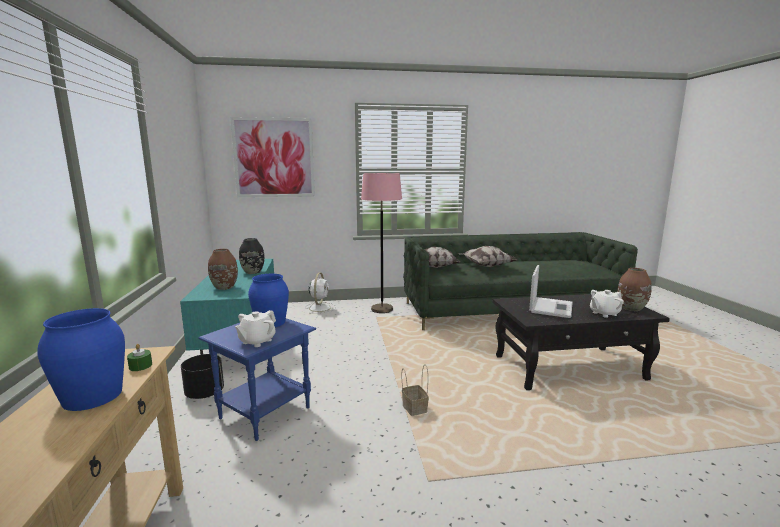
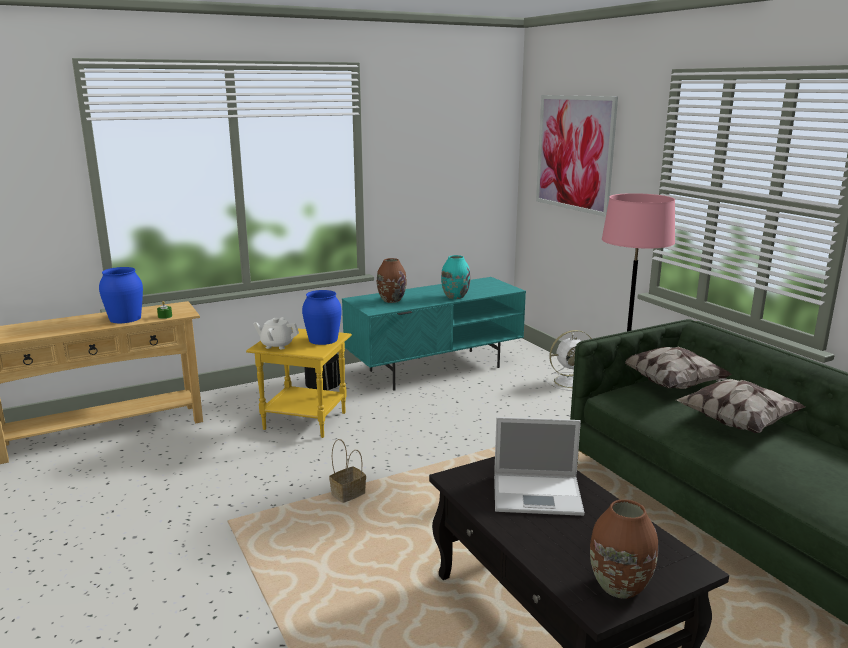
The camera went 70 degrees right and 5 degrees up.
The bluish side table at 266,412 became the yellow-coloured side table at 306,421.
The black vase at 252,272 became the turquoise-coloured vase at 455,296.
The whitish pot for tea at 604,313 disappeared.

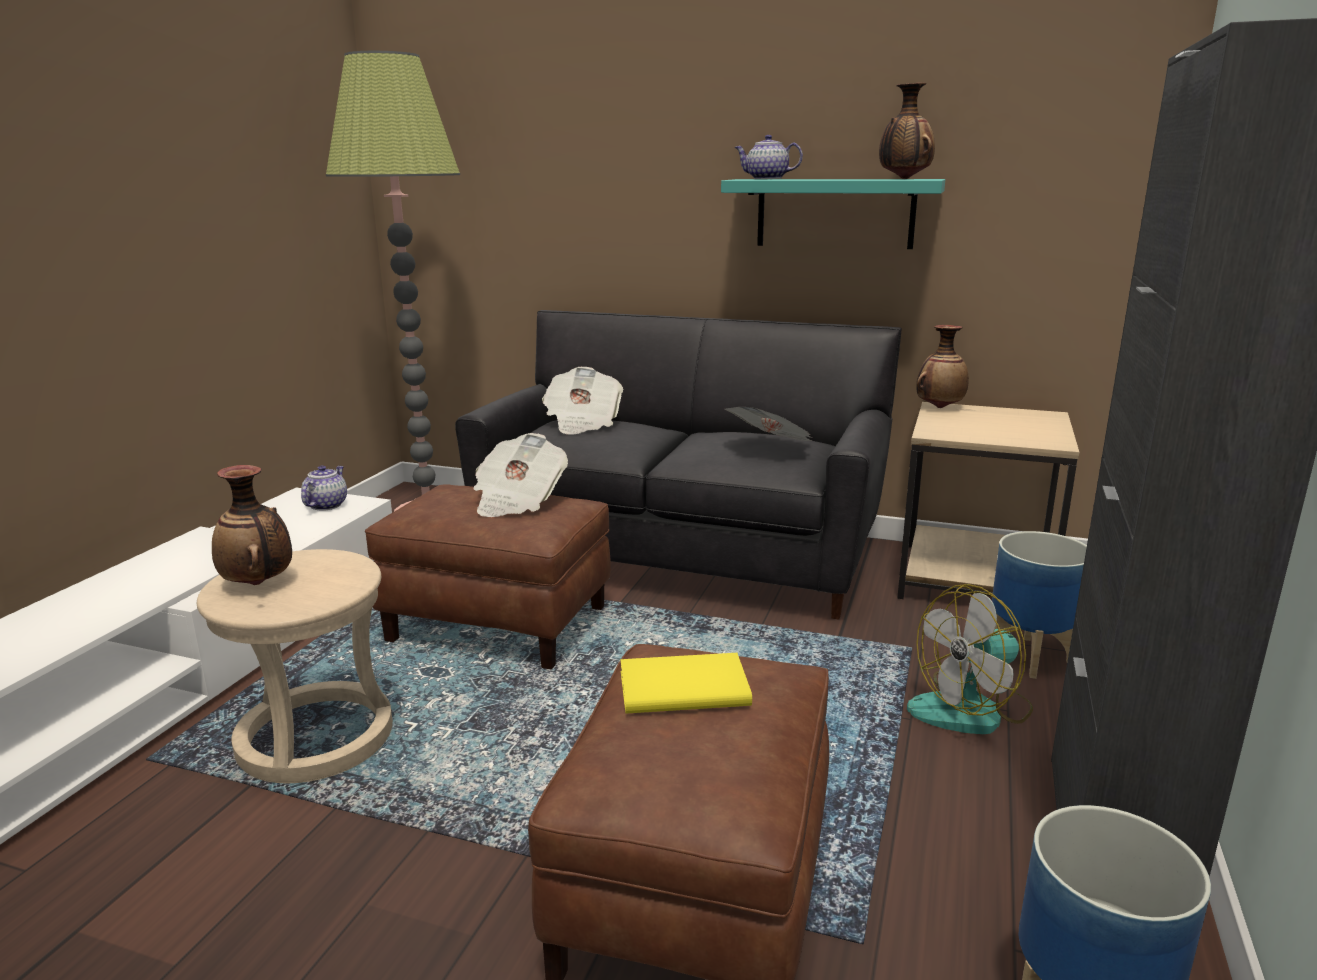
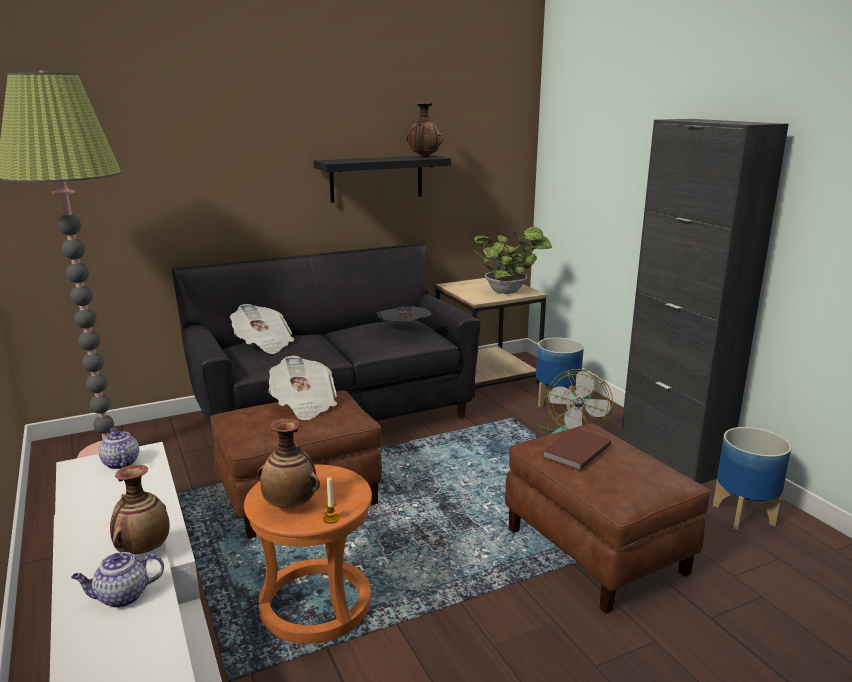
The camera went 45 degrees left and 0 degrees up.
The pot for tea moved from 766,179 to 122,596.
The vase moved from 939,407 to 143,550.
The sand-coloured stool seat at 315,737 became the orange stool seat at 315,605.
The turquoise-coloured wall shelf at 835,213 became the black wall shelf at 376,178.
The wax candle at 331,519 appeared.
The houseplant at 508,291 appeared.
The yellow-coloured volume at 681,687 became the brown volume at 574,451.

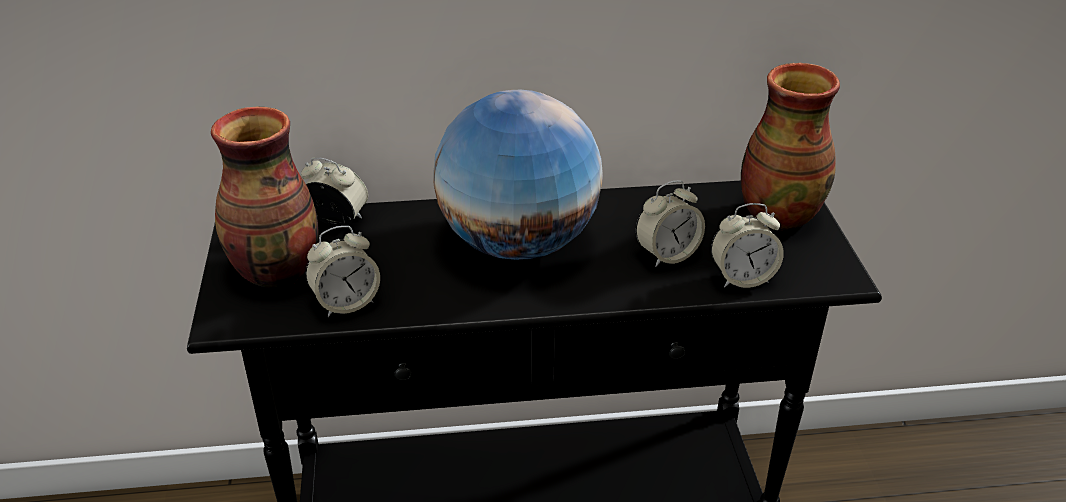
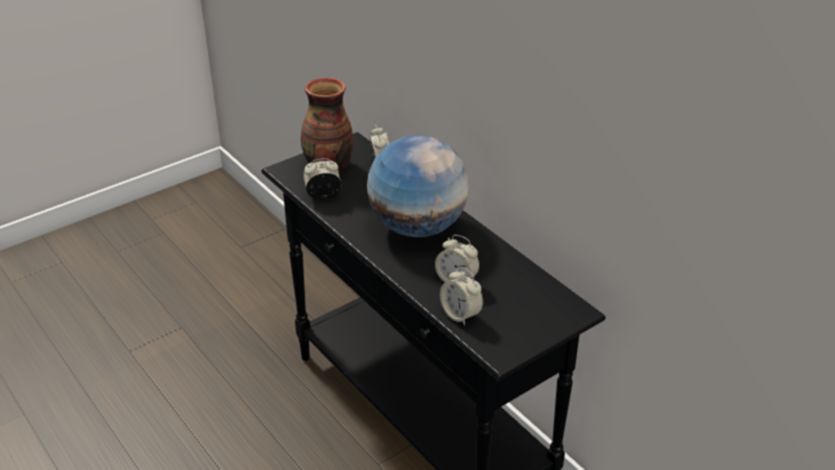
The camera went 60 degrees right and 0 degrees up.
The table clock at 346,303 turned 135 degrees clockwise.
The vase at 777,215 disappeared.

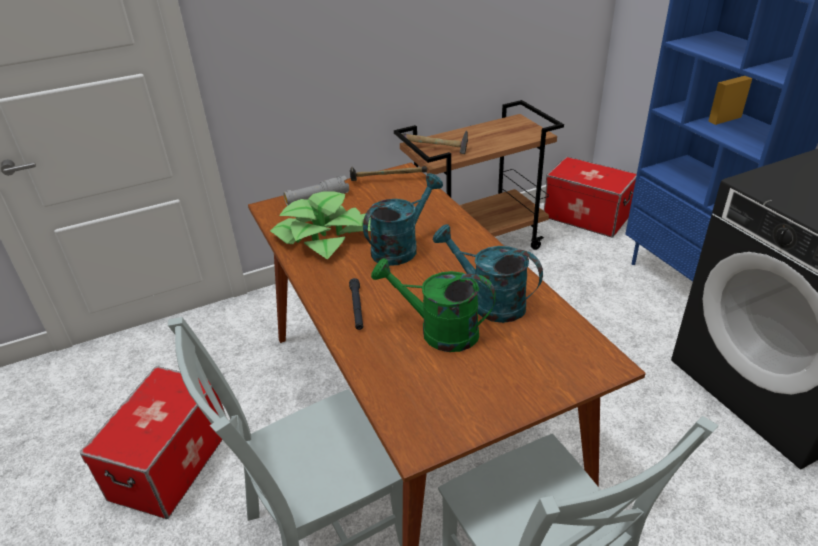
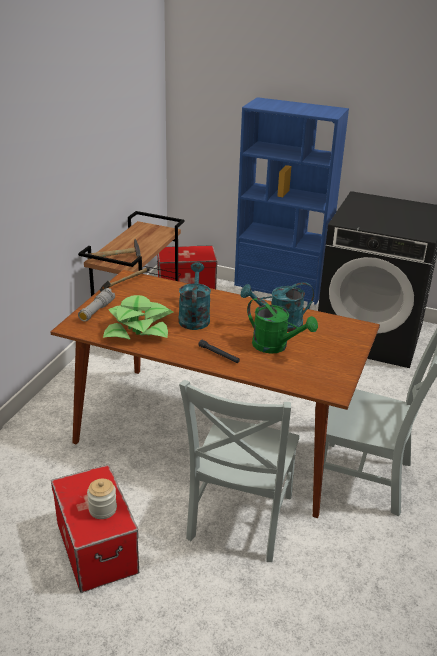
The camera went 45 degrees left and 5 degrees down.
The preserve jar at 103,509 appeared.
The green-coloured watering can at 439,331 turned 120 degrees counterclockwise.

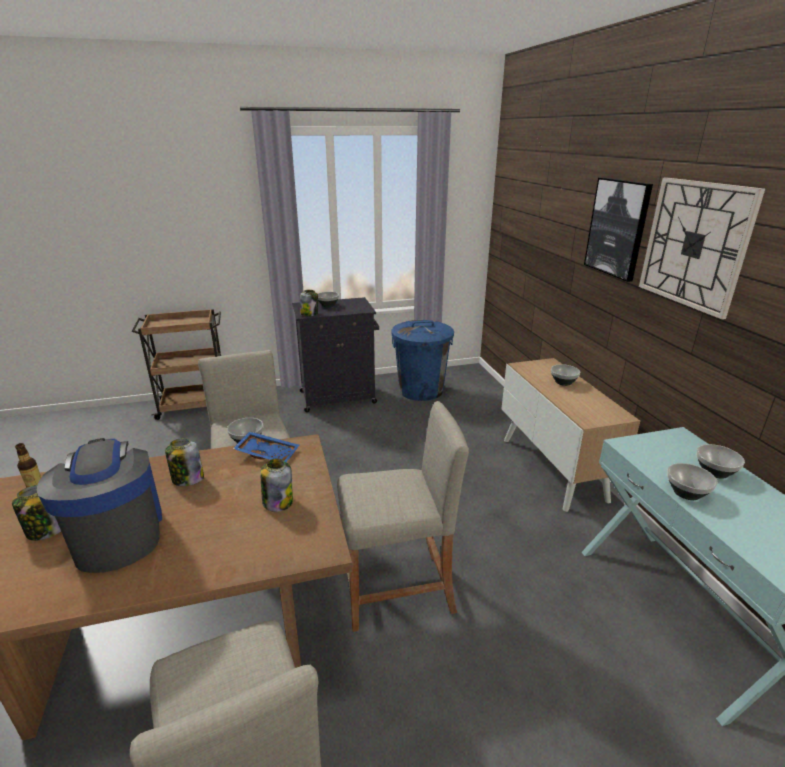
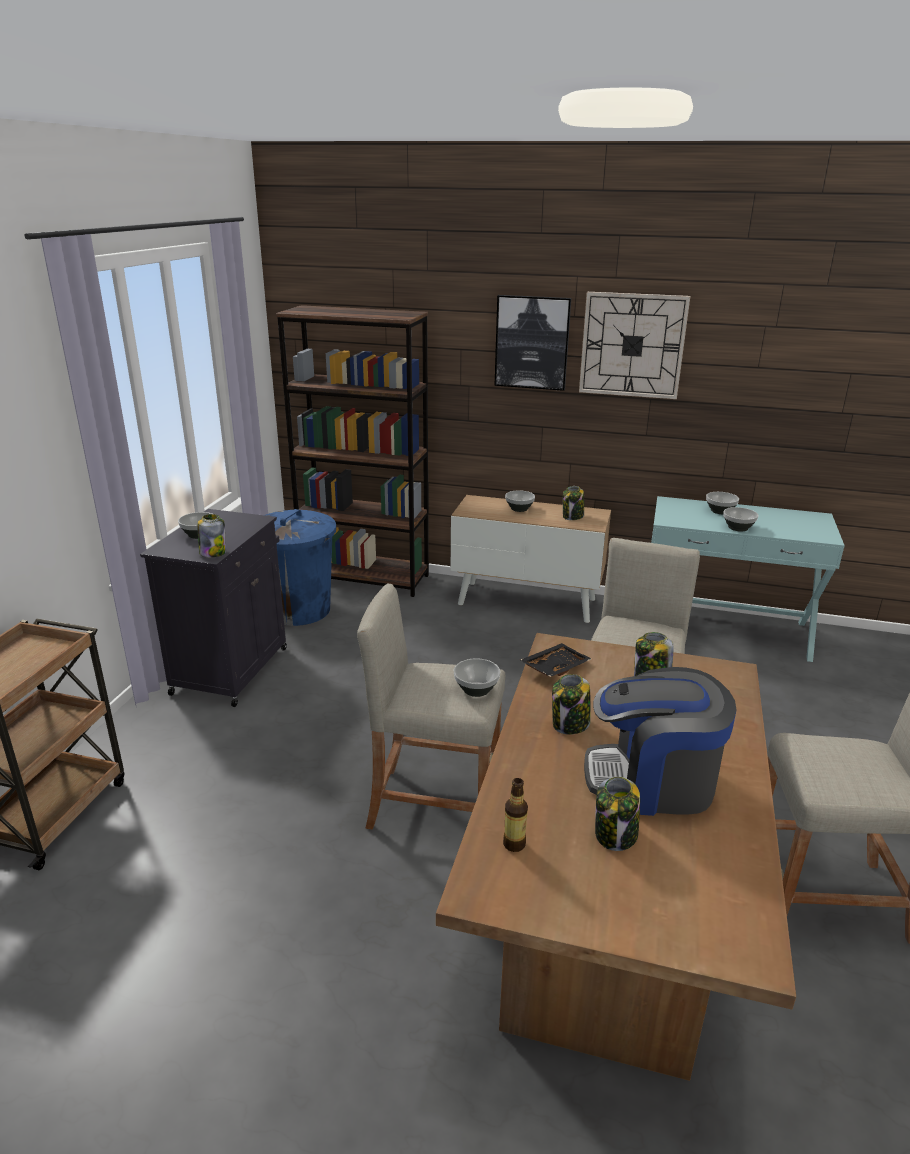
The camera went 60 degrees left and 0 degrees up.
The brown bookcase at 365,578 appeared.
The bluish serving tray at 268,453 became the black serving tray at 554,667.
The preserve jar at 572,517 appeared.

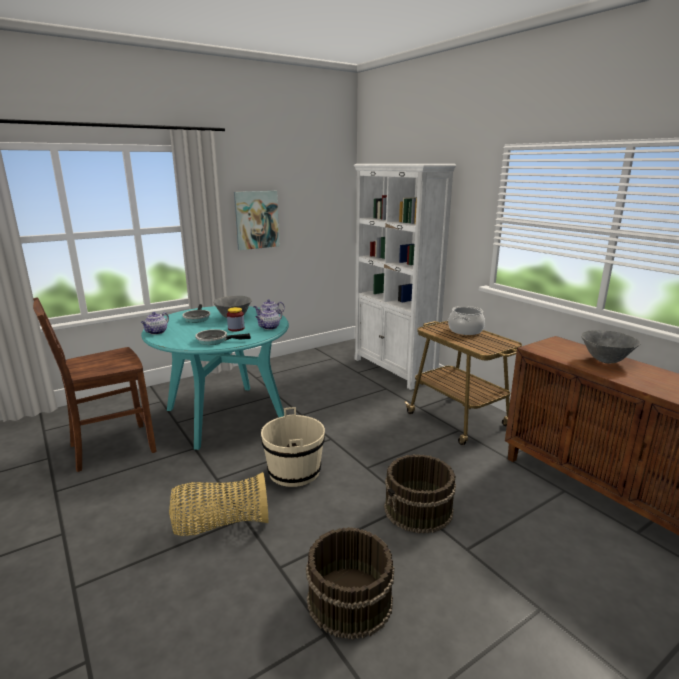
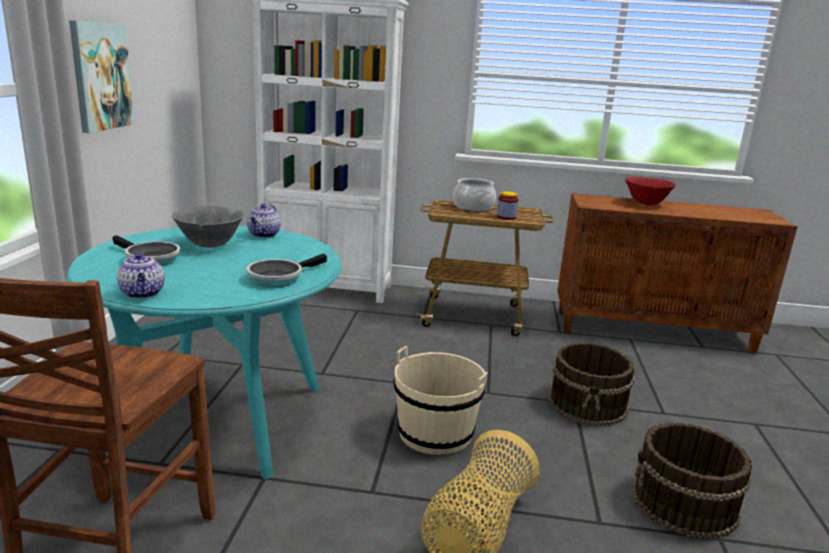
The camera went 50 degrees left and 0 degrees up.
The preserve jar moved from 236,329 to 506,217.
The greyish bowl at 605,361 became the red bowl at 646,204.
The pot for tea at 269,327 disappeared.

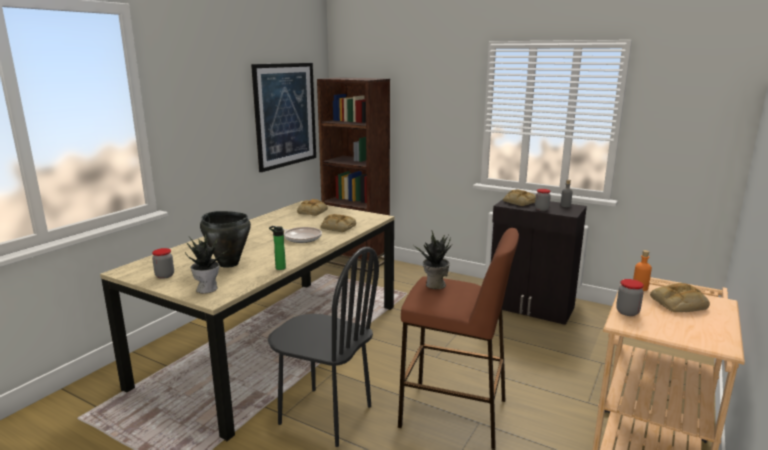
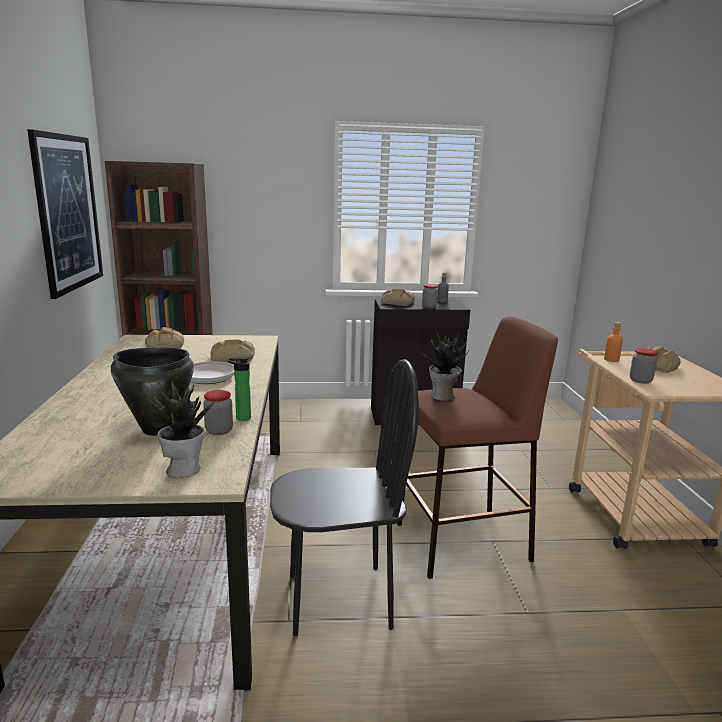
The camera went 35 degrees left and 0 degrees up.
The preserve jar moved from 164,275 to 219,431.

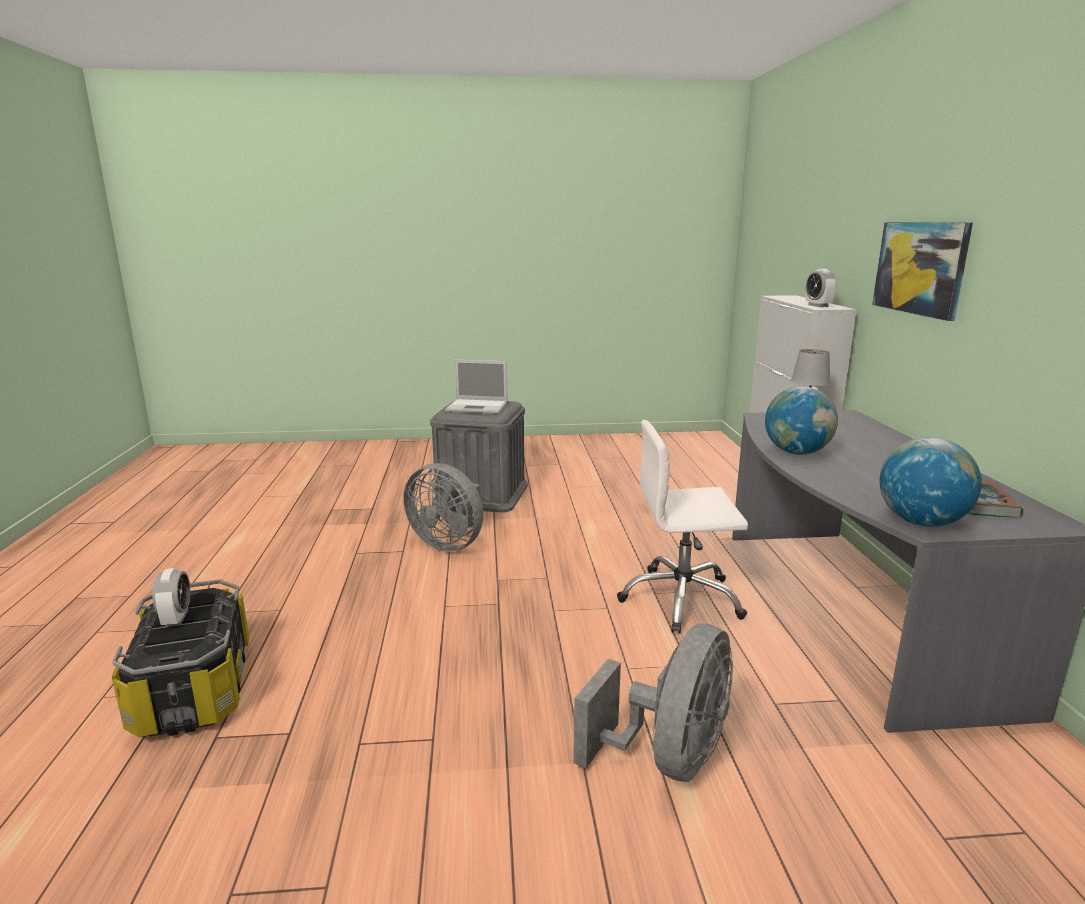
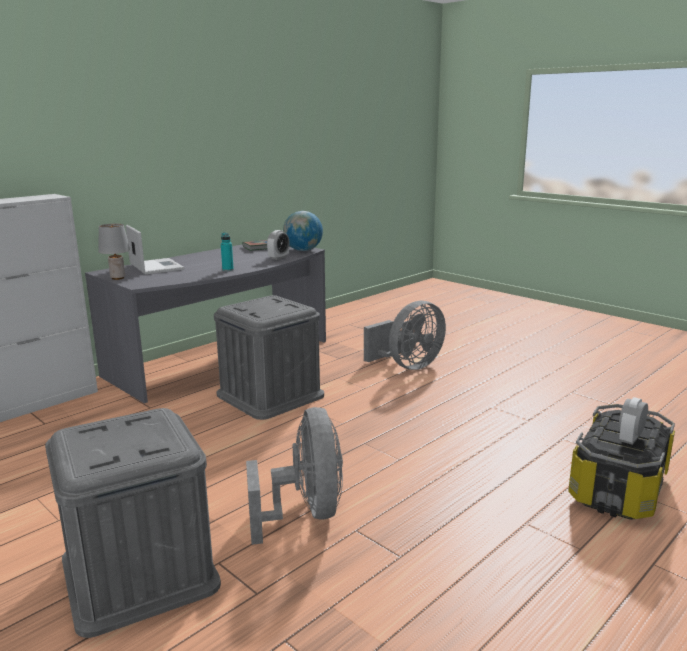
The camera went 130 degrees left and 0 degrees up.
The portable computer moved from 478,407 to 156,267.
The whitish computer chair at 681,599 was replaced by the greyish storage bin at 270,395.
The globe at 797,453 was replaced by the turquoise-coloured beverage bottle at 228,270.
The table clock moved from 818,306 to 278,258.
The greyish cooling fan at 668,758 turned 150 degrees clockwise.
The wall art at 920,268 disappeared.

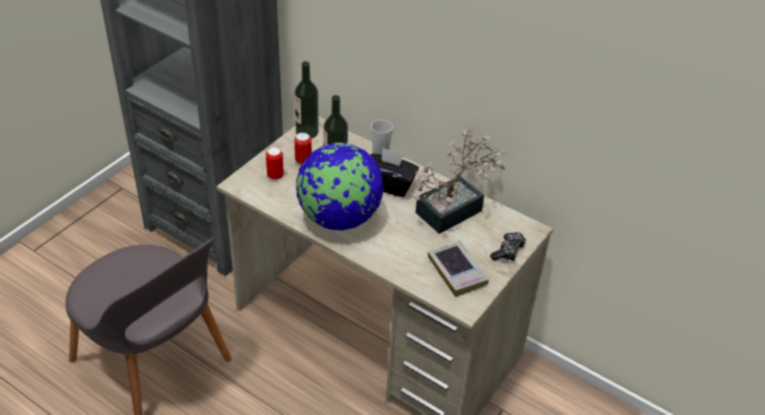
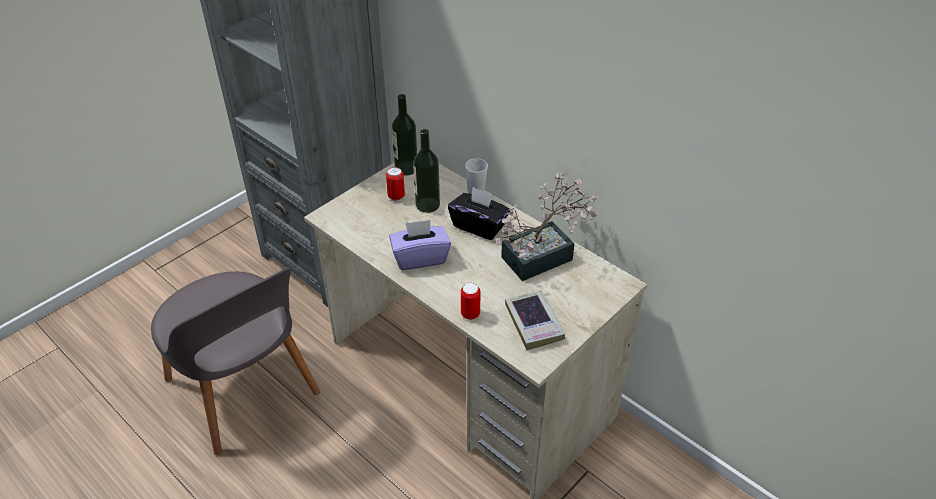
The camera went 10 degrees right and 0 degrees up.
The globe at 339,218 was replaced by the purplish box of tissues at 420,257.
The can moved from 275,175 to 470,314.
The gamepad at 508,251 disappeared.

